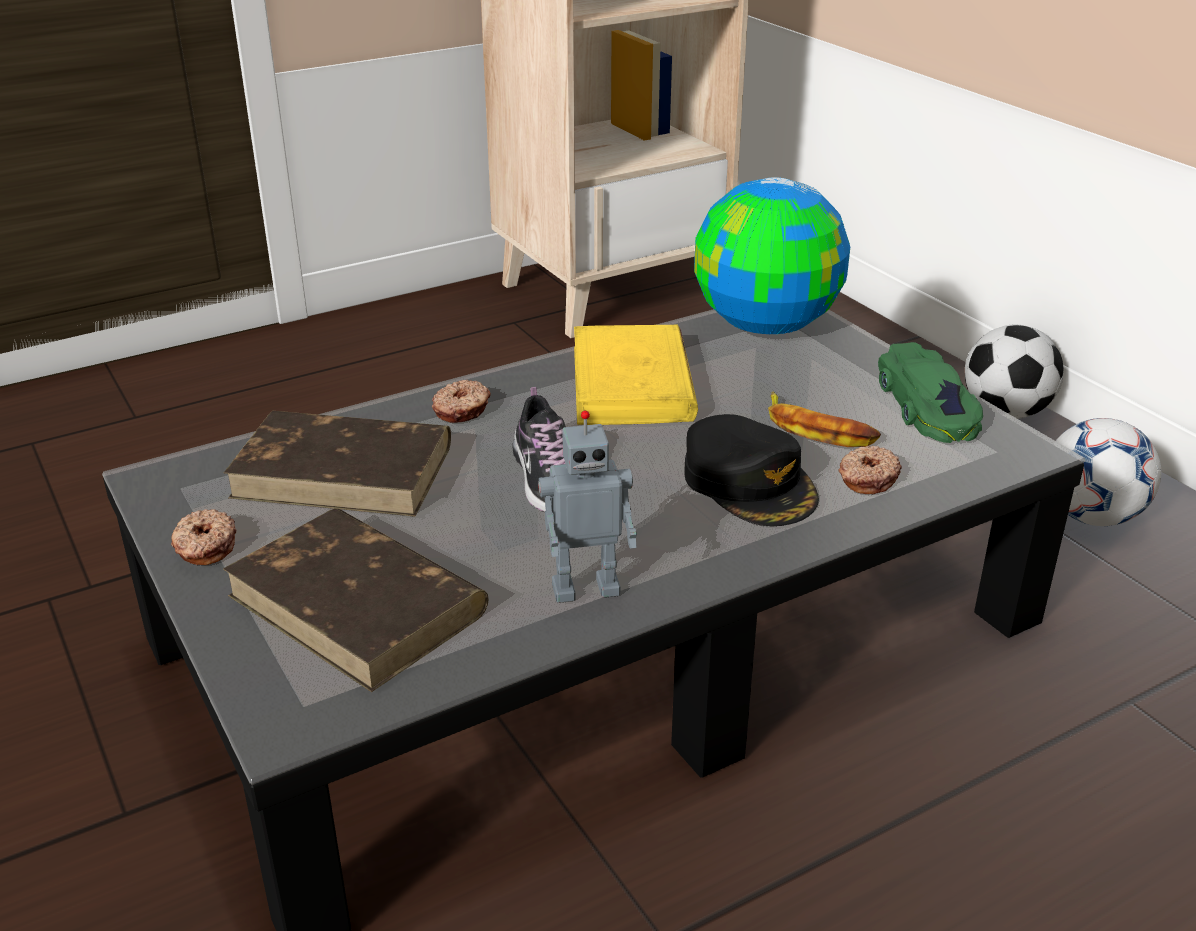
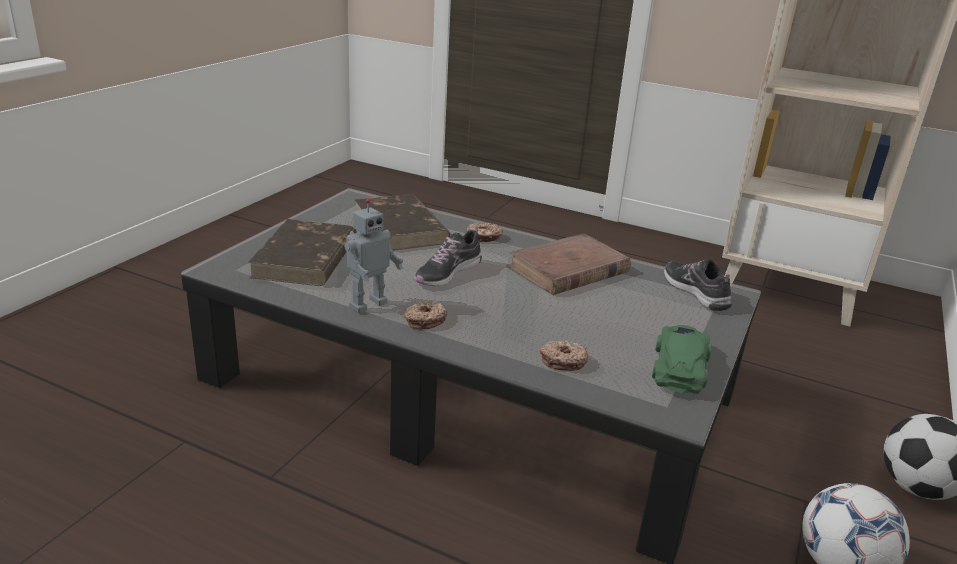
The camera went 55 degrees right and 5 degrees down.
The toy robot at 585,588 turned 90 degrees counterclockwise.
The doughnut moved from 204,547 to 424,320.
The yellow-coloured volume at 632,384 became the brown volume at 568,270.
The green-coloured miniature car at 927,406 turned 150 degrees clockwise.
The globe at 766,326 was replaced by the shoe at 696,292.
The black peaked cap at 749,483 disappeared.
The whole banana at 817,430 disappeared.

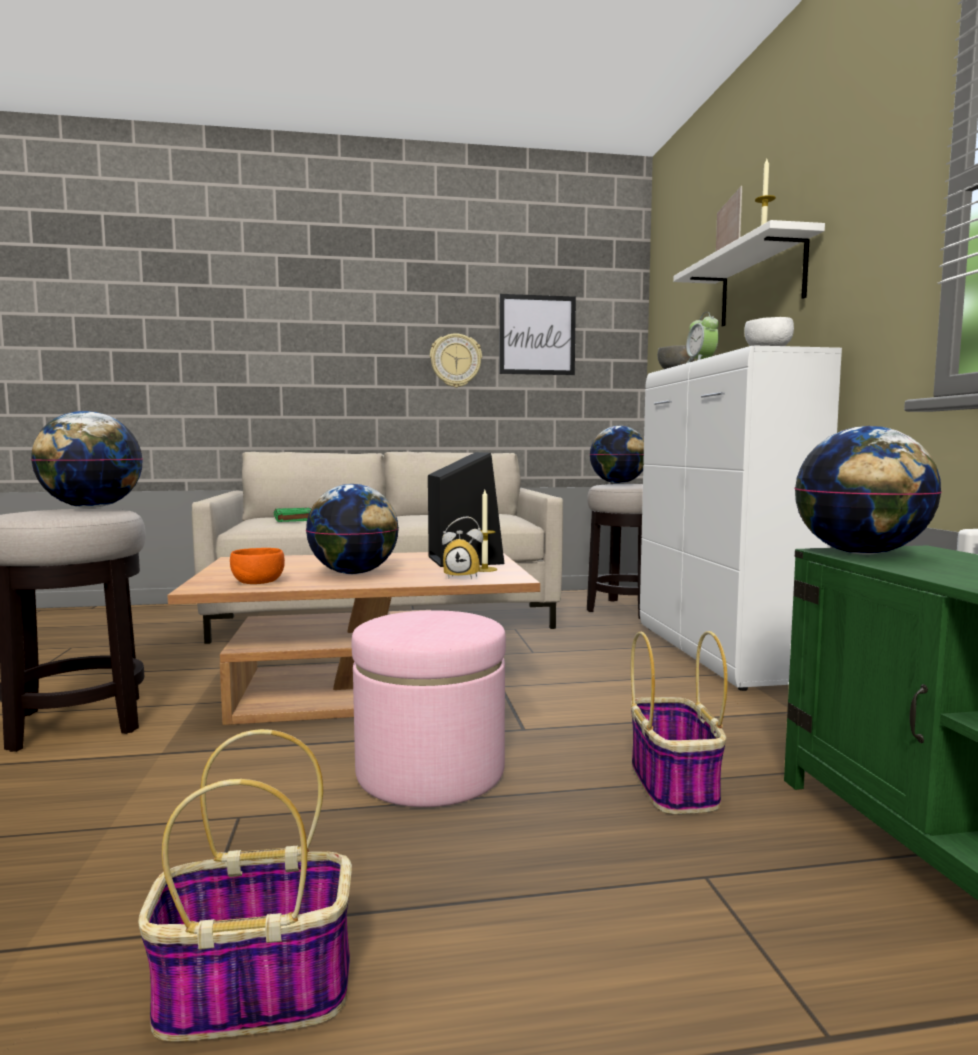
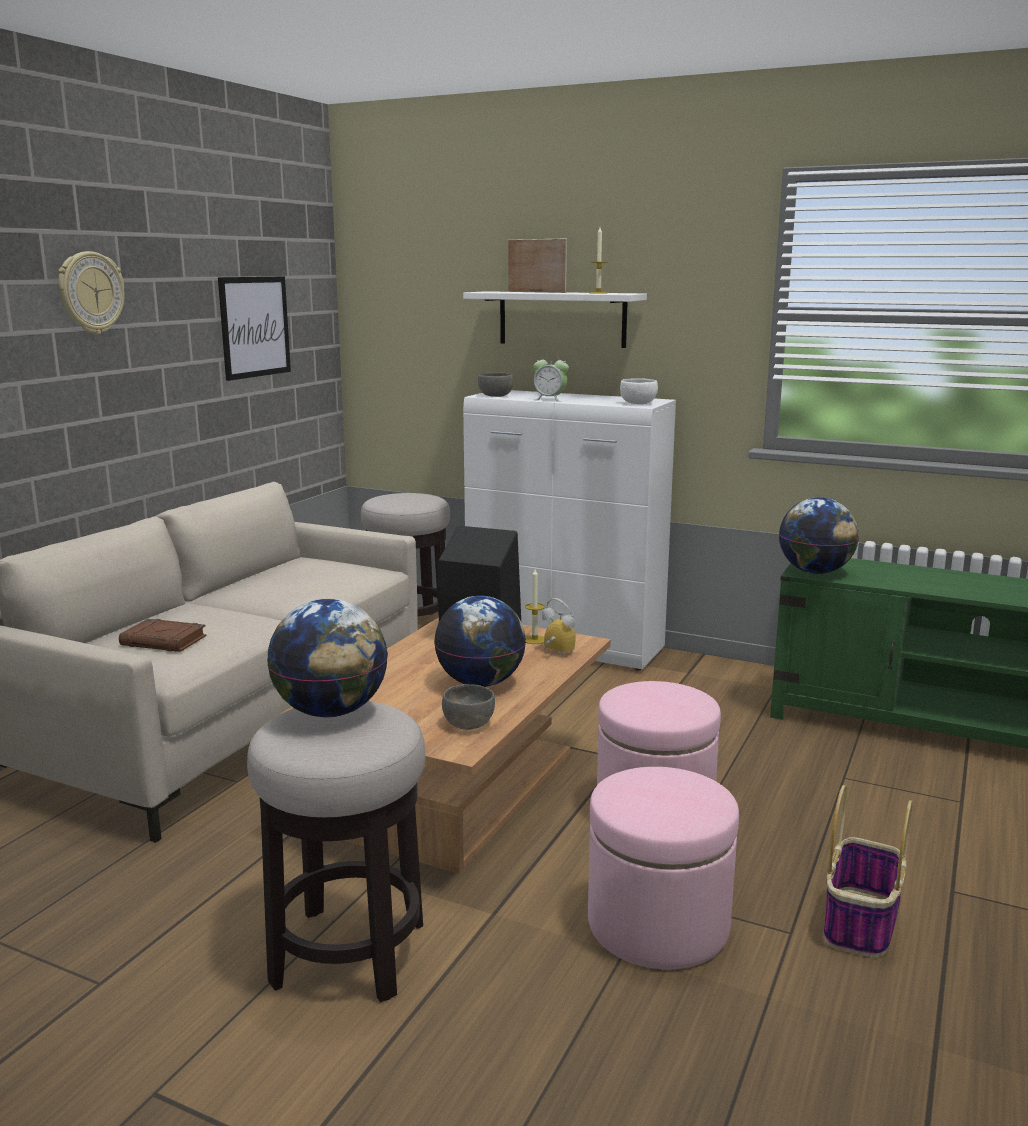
The camera went 55 degrees left and 10 degrees up.
The clock on the wall moved from 455,360 to 90,293.
The green-coloured volume at 294,519 became the brown volume at 164,641.
The orange bowl at 258,582 became the greyish bowl at 468,723.
The table clock at 463,576 turned 90 degrees counterclockwise.
The pinkish ottoman at 658,924 appeared.
The globe at 618,483 disappeared.
The storage basket at 674,785 disappeared.

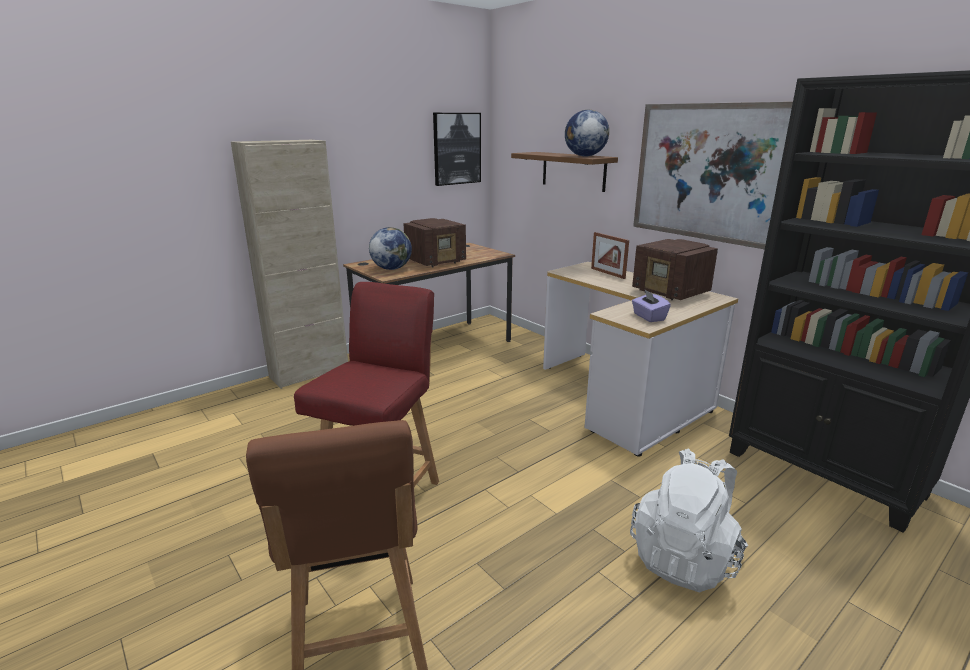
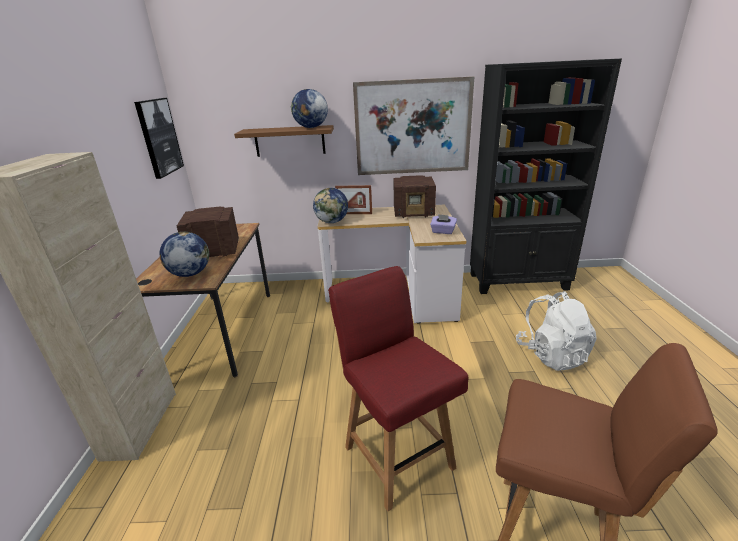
The camera went 50 degrees left and 5 degrees up.
The radio at 436,261 turned 105 degrees counterclockwise.
The globe at 332,222 appeared.

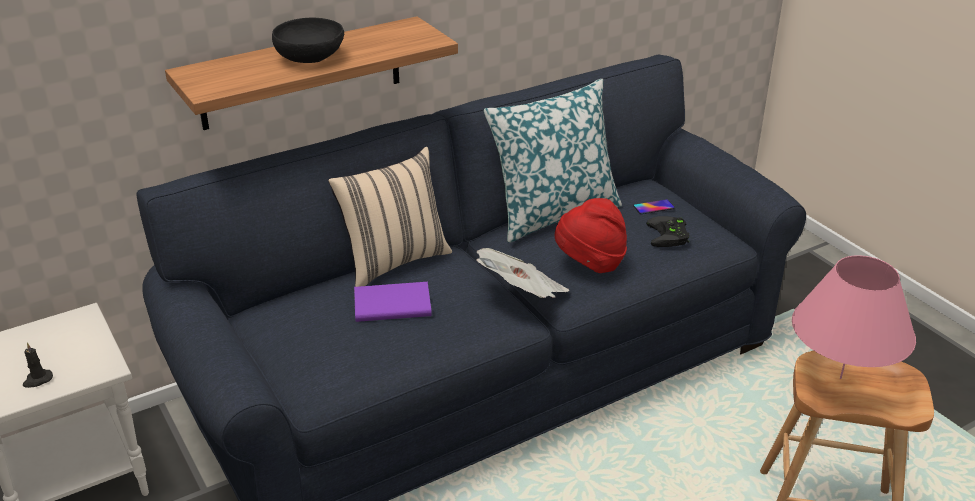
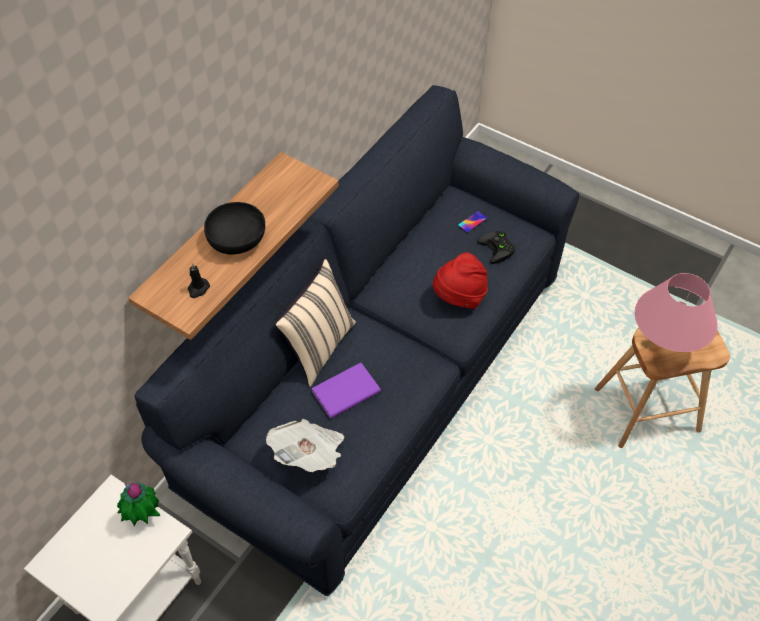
The camera went 25 degrees left and 20 degrees up.
The houseplant at 144,517 appeared.
The black wax candle moved from 37,380 to 198,289.
The printed paper moved from 522,294 to 309,454.
The pillow at 553,213 disappeared.

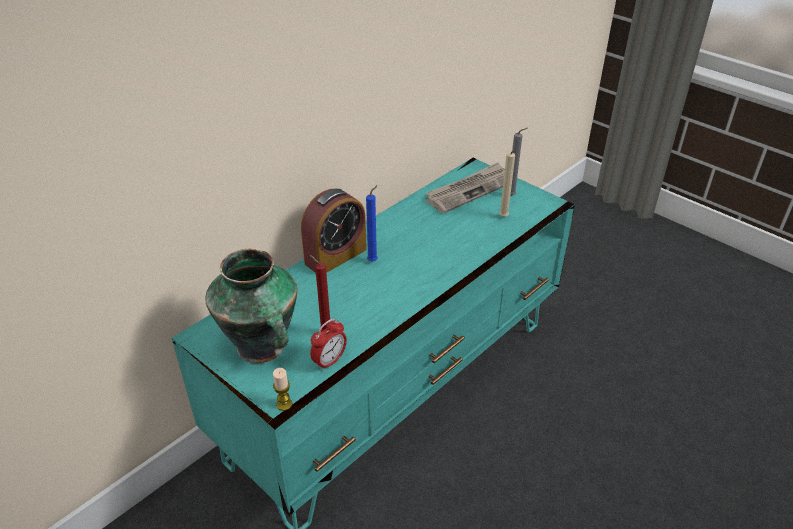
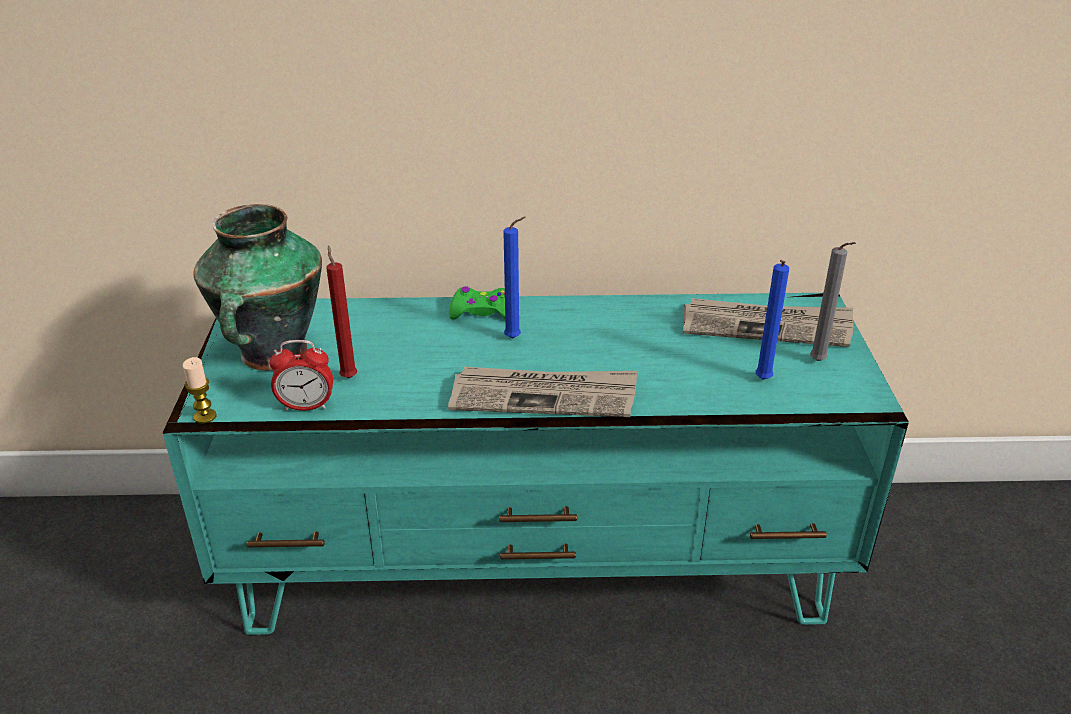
The camera went 45 degrees right and 5 degrees down.
The printed paper at 544,396 appeared.
The table clock at 335,256 was replaced by the green-coloured gamepad at 482,312.
The sand-coloured wax candle at 504,218 became the bluish wax candle at 762,381.

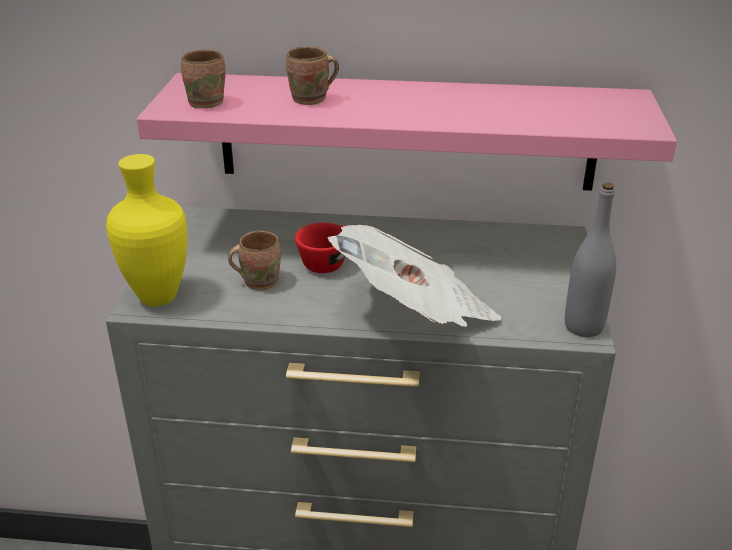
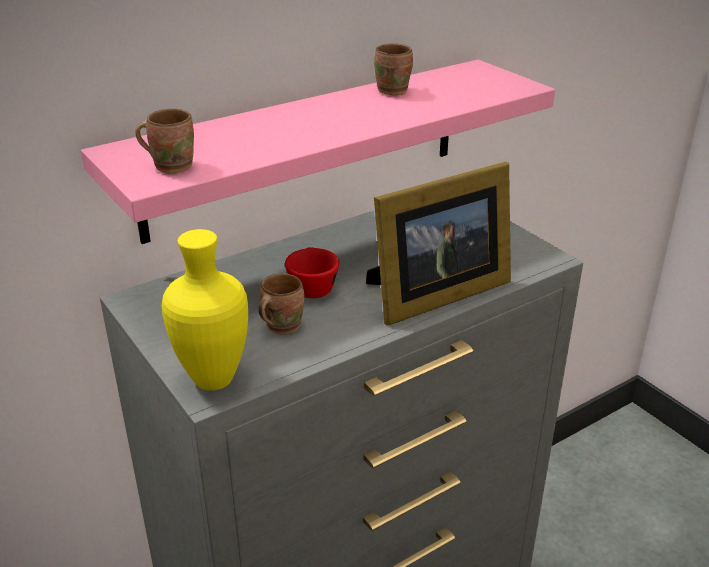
The camera went 40 degrees left and 0 degrees up.
The printed paper at 415,314 was replaced by the photo frame at 433,294.
The brown mug moved from 311,100 to 395,91.
The greyish beverage bottle at 583,327 disappeared.

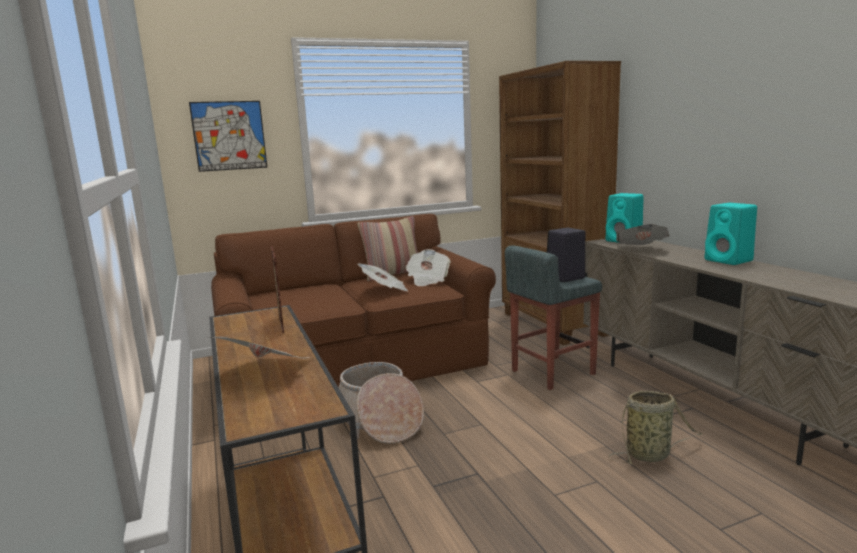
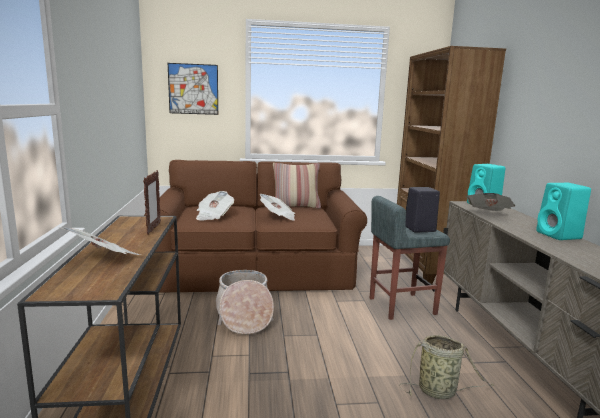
The camera went 15 degrees right and 0 degrees up.
The printed paper moved from 427,280 to 213,216.

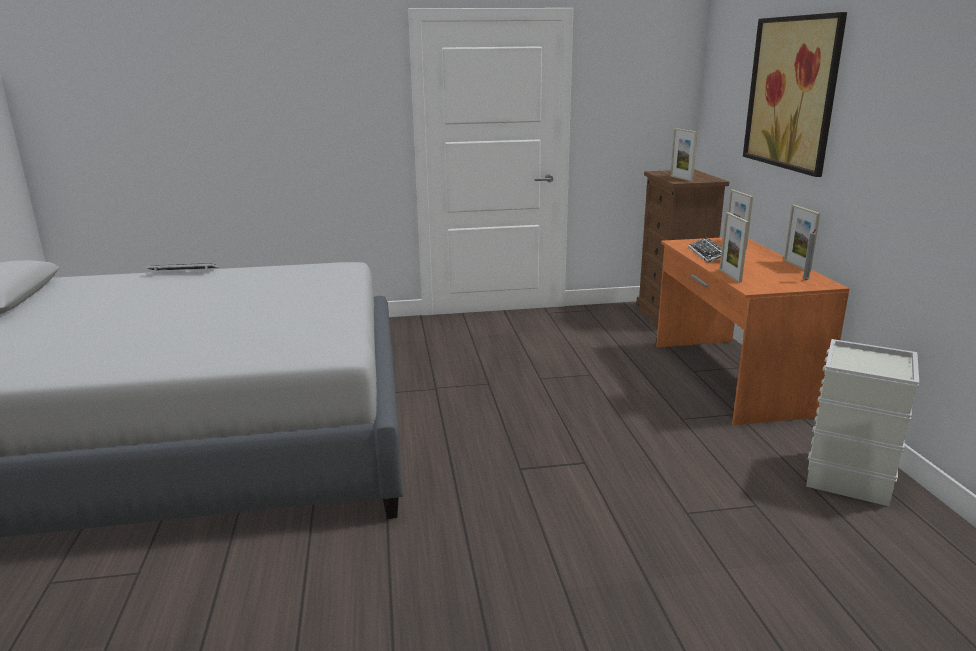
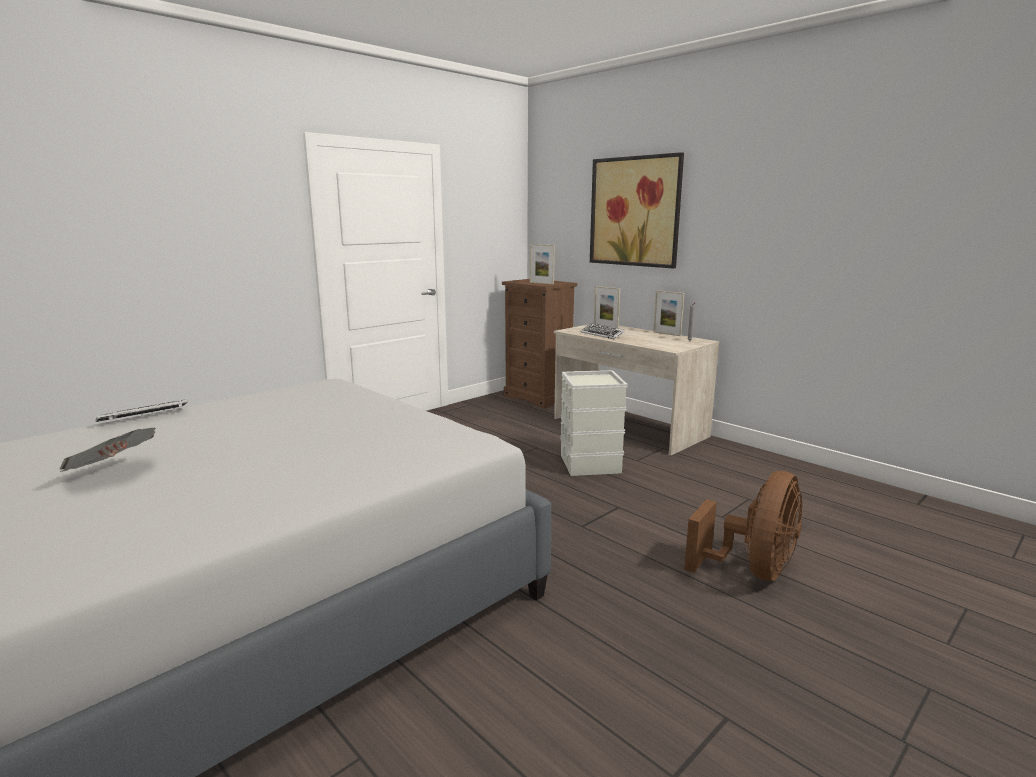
The camera went 35 degrees left and 5 degrees down.
The printed paper at 112,471 appeared.
The orange desk unit at 730,378 became the sand-coloured desk unit at 628,427.
The greyish storage bin moved from 847,477 to 589,464.
The brown cooling fan at 752,570 appeared.
The photo frame at 730,276 disappeared.

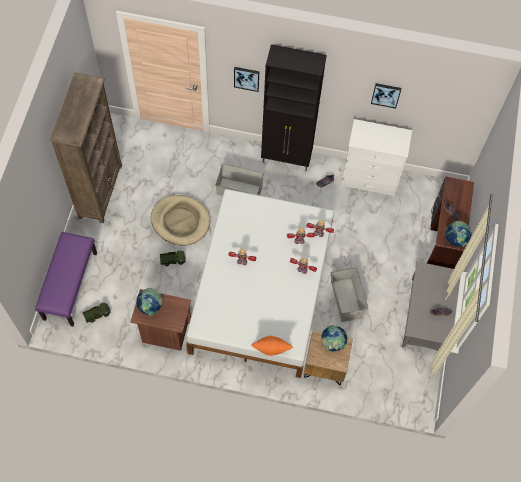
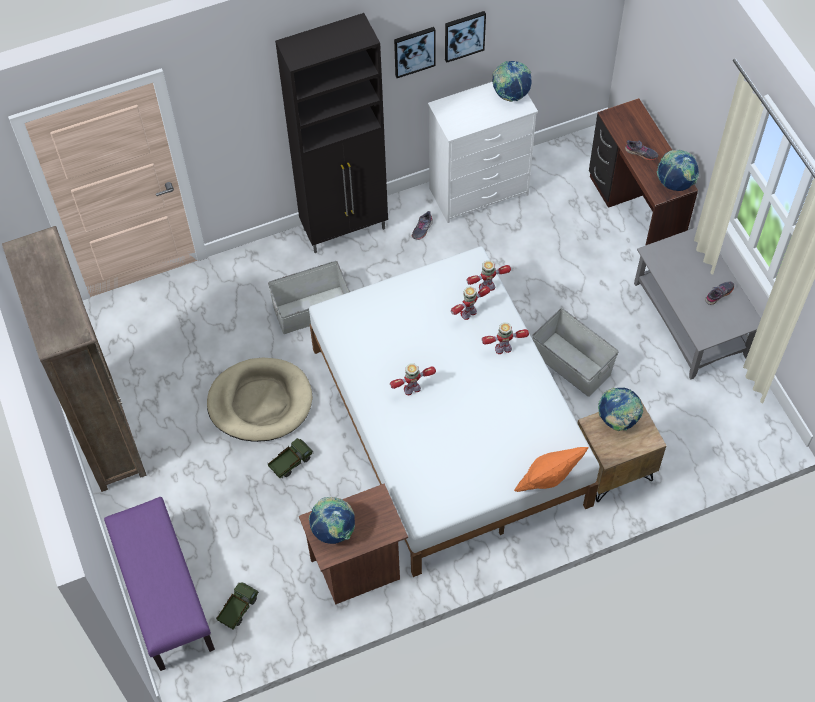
The camera went 30 degrees left and 5 degrees down.
The wall art moved from 246,78 to 414,51.
The globe at 510,94 appeared.

